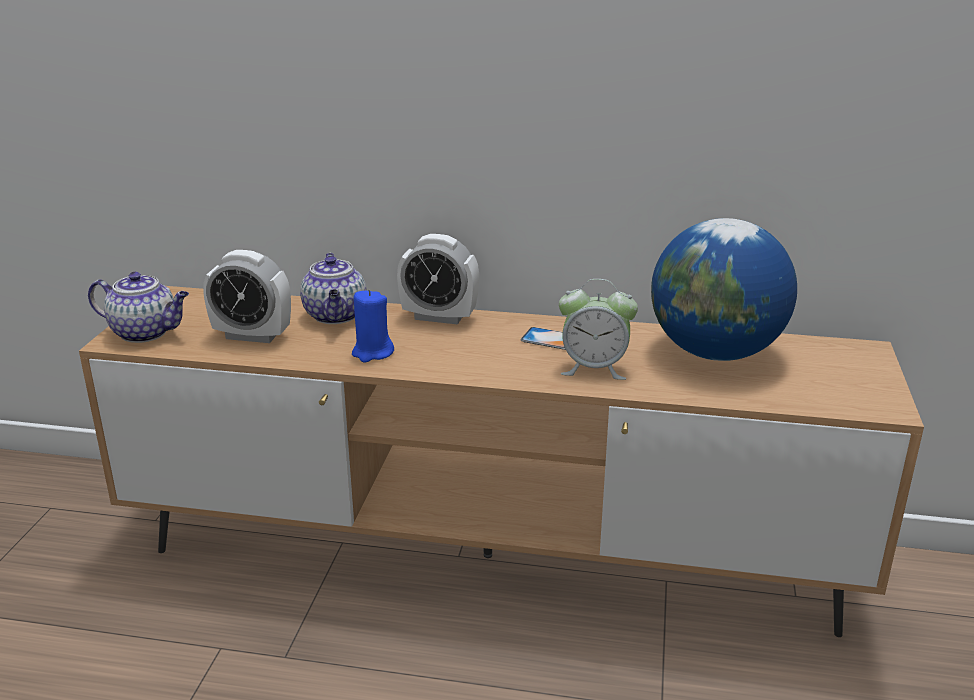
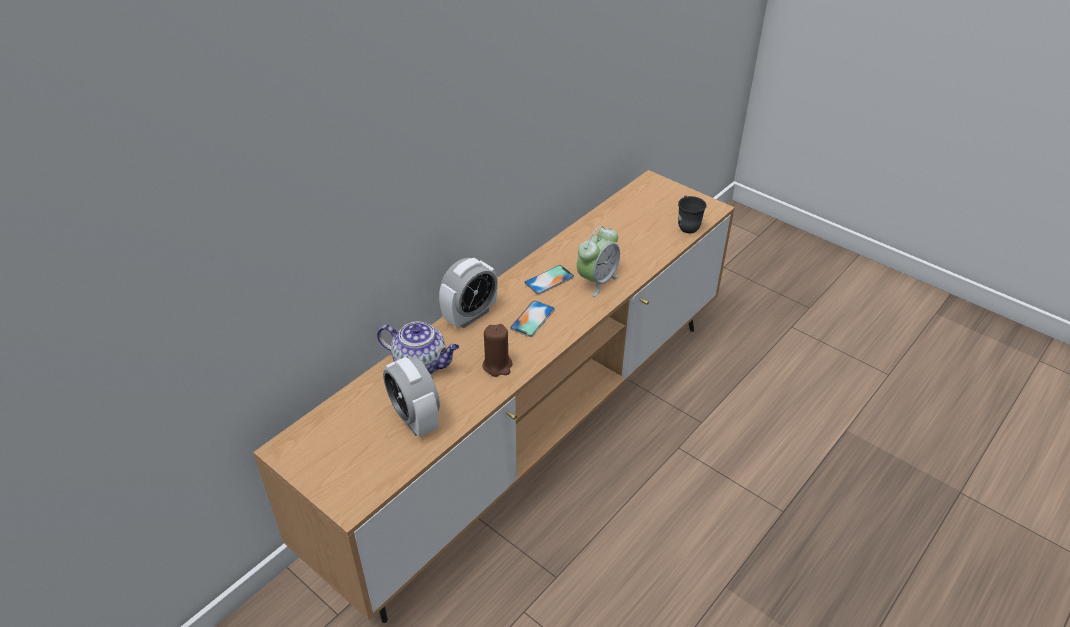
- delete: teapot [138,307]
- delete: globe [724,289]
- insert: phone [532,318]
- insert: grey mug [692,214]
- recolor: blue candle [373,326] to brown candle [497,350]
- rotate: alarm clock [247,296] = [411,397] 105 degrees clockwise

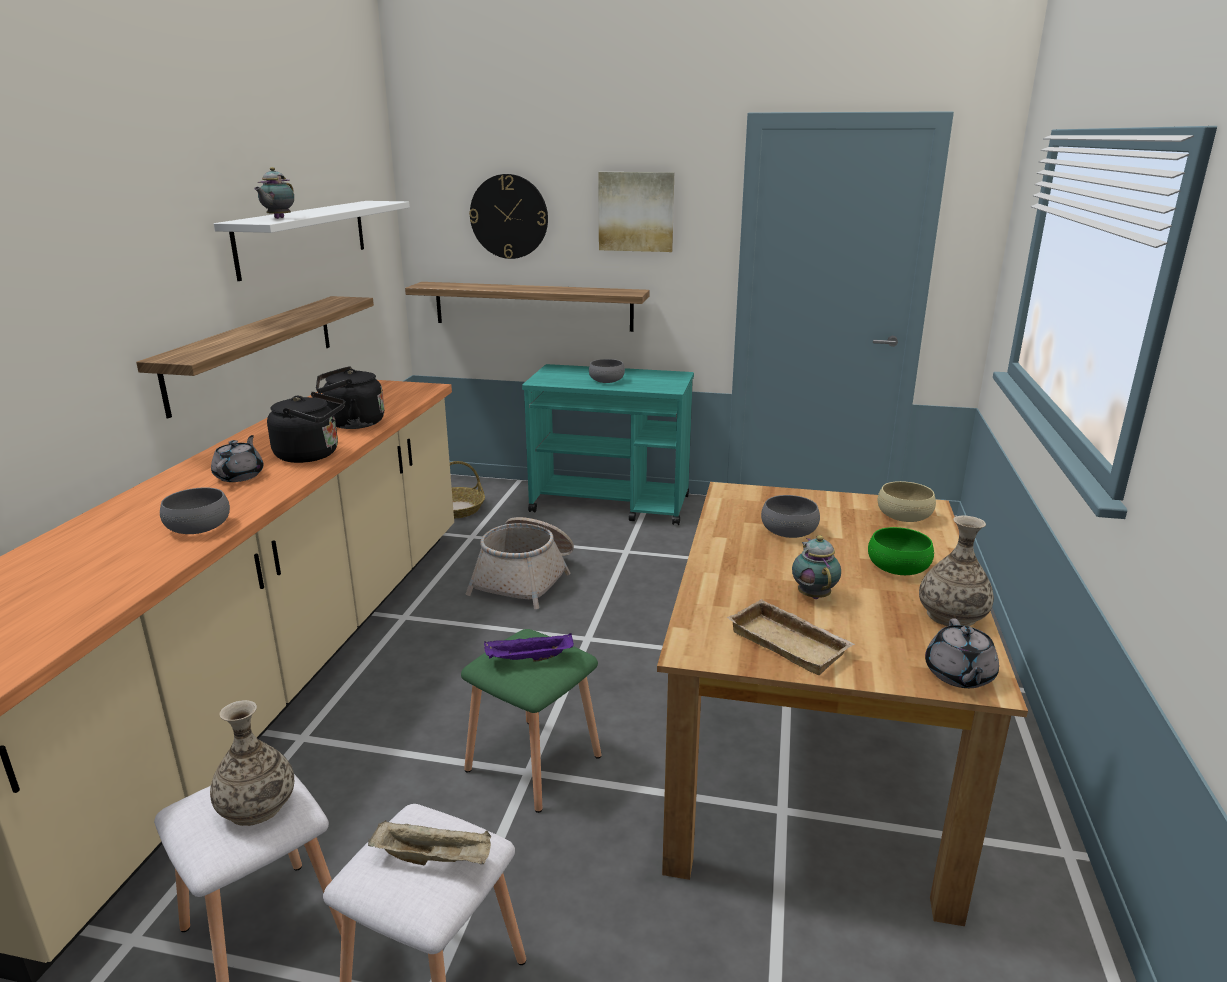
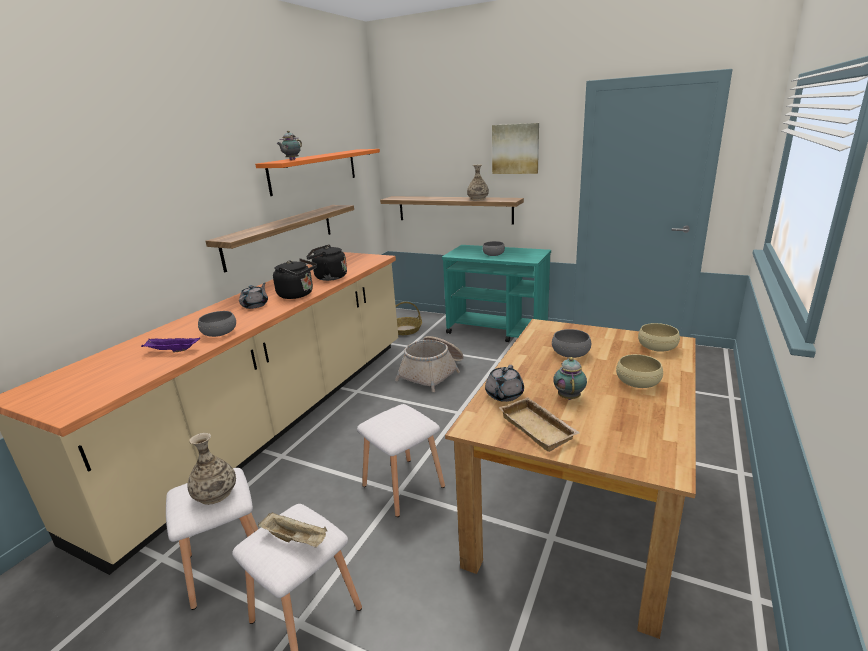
- delete: wall clock [508,216]
- move: purple tray [529,647] to [170,344]
- move: vase [956,570] to [478,182]
- move: grey teapot [962,653] to [504,383]
- recolor: white shelf [312,241] to orange shelf [317,172]
- recolor: green stool [531,721] to white stool [401,460]
- recolor: green bowl [901,551] to beige bowl [639,371]

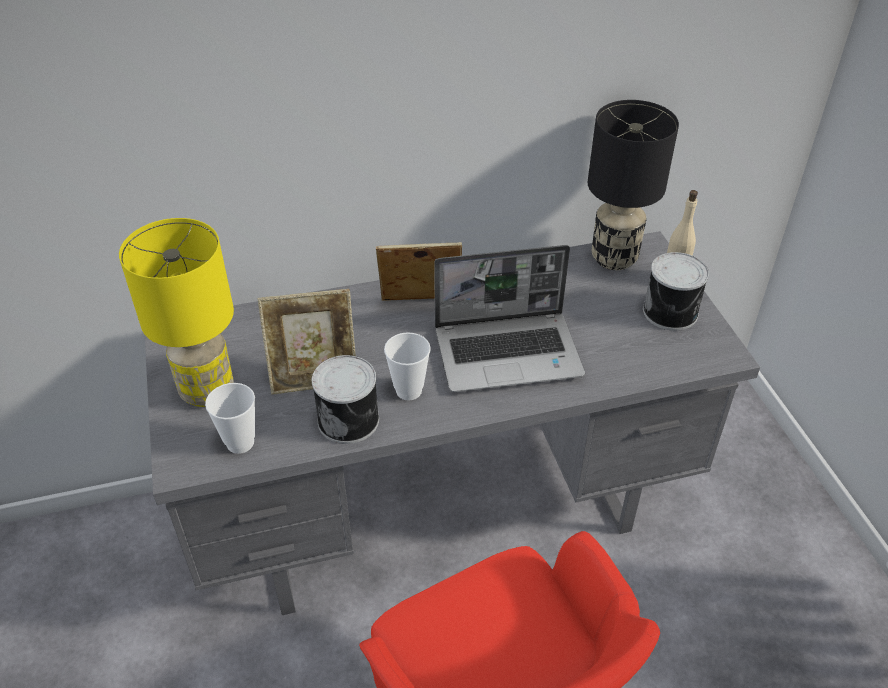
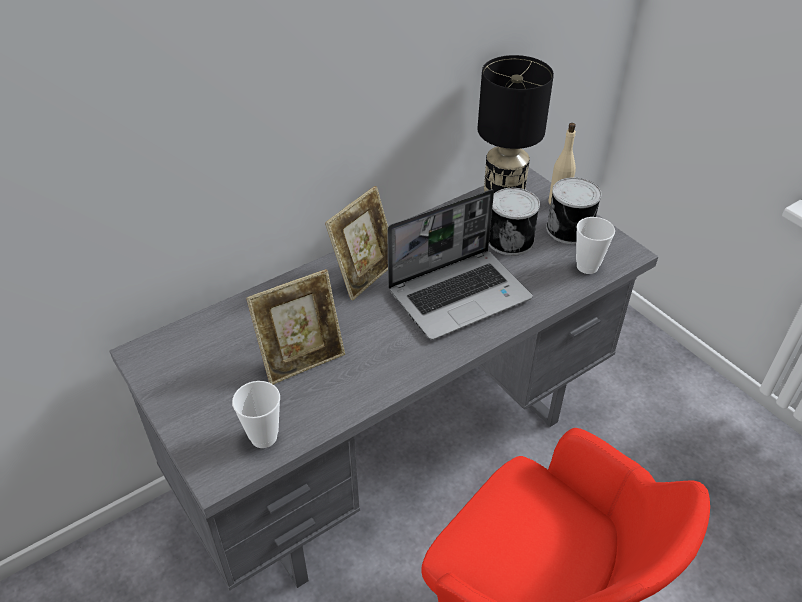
- delete: yellow table lamp [176,312]
- move: can [345,399] to [514,222]
- move: cup [407,366] to [595,245]
- rotate: picture frame [419,271] = [356,243] 150 degrees clockwise

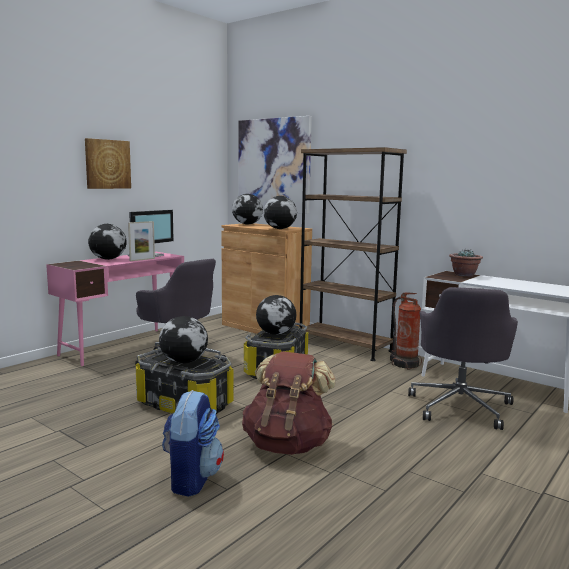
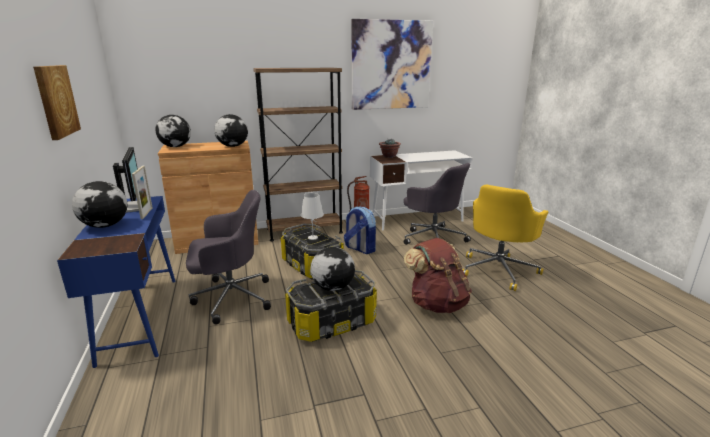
- insert: yellow office chair [505,238]
- move: backpack [193,443] to [360,230]
- move: picture [275,165] to [392,64]
- replace: globe [276,315] to white table lamp [312,216]
- recolor: pink desk [115,309] to blue desk [116,282]

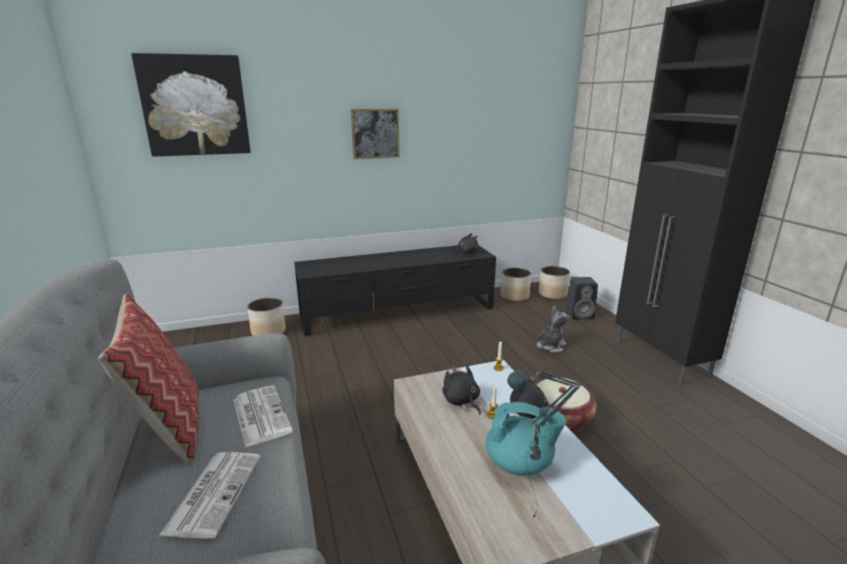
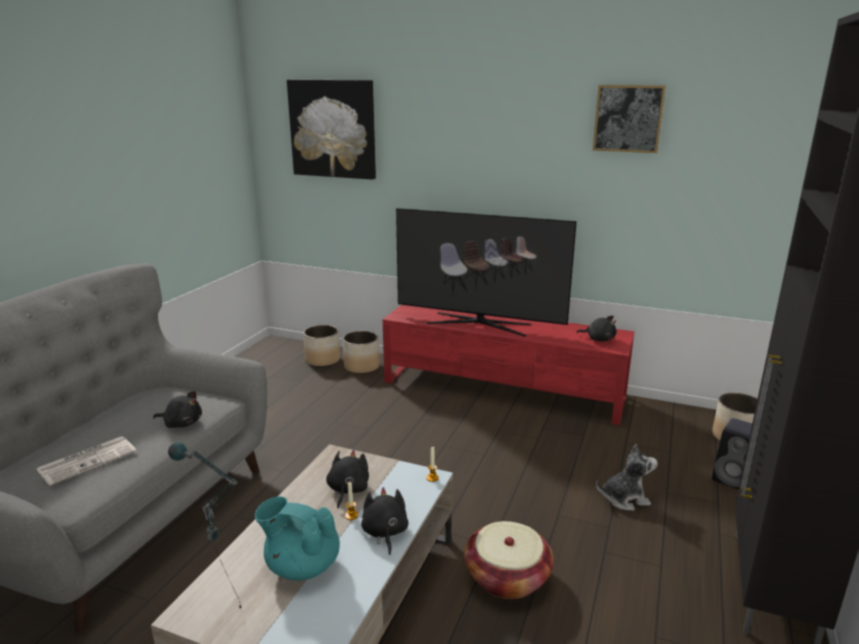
- delete: pillow [148,380]
- insert: television [486,272]
- move: picture [375,134] to [629,119]
- move: planter [515,285] to [321,346]
- replace: newspaper [263,417] to black plush toy [177,409]
- recolor: black tv stand [395,290] to red tv stand [508,365]
- rotate: turquoise teapot [526,438] = [297,538] 150 degrees clockwise

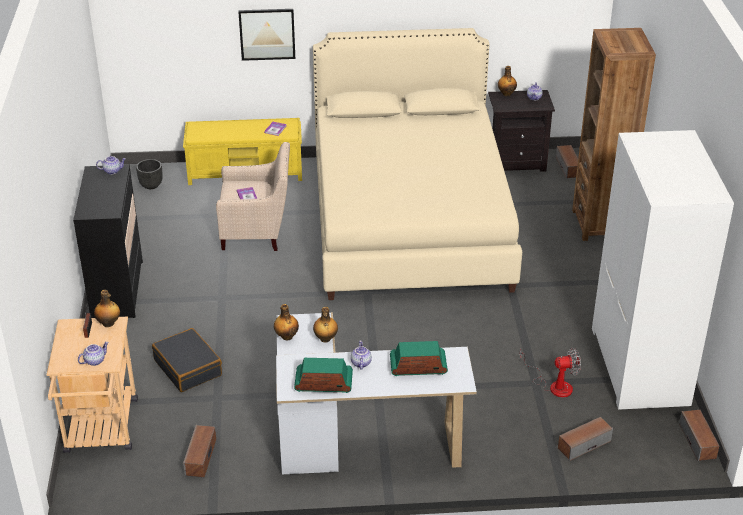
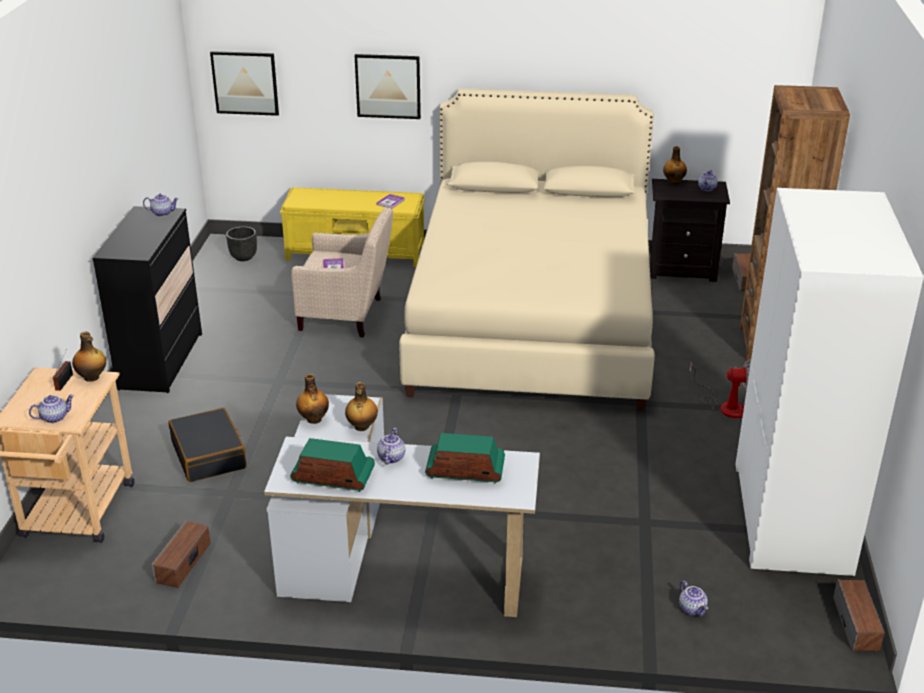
- insert: picture [244,83]
- move: fan [550,372] to [720,388]
- replace: speaker [585,439] to teapot [693,598]

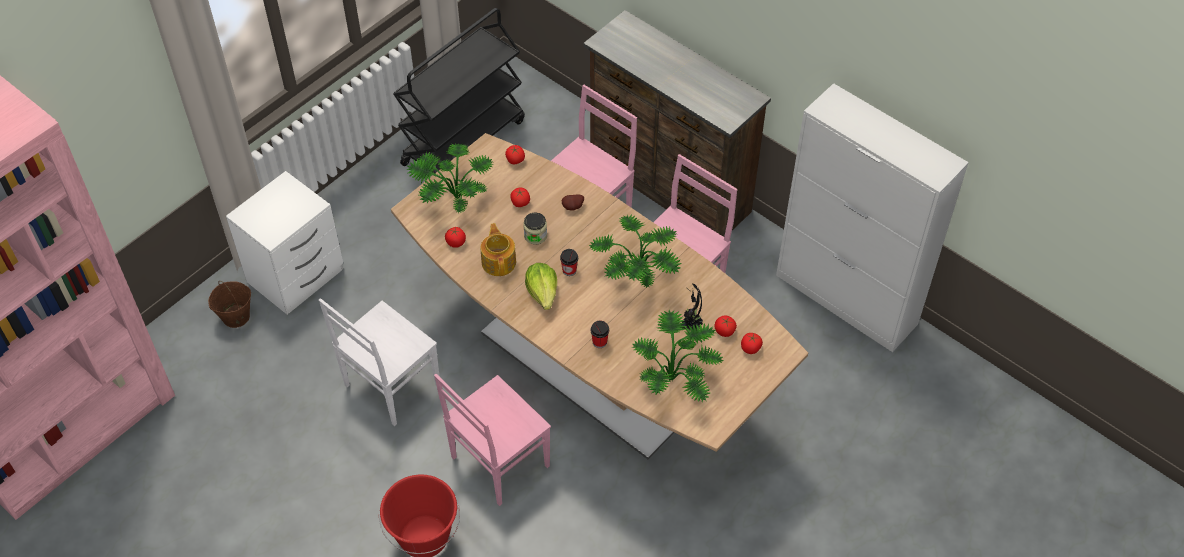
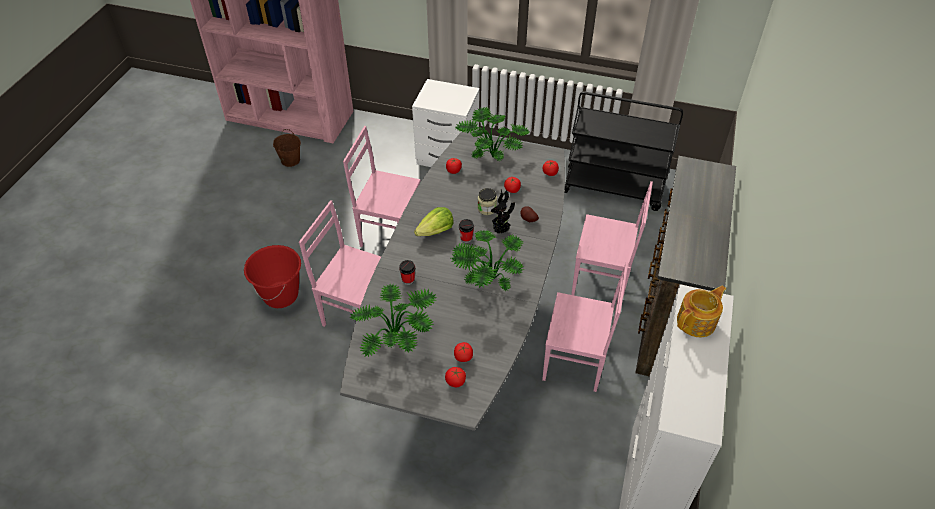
- move: brown bucket [229,304] to [287,148]
- move: teapot [498,249] to [701,311]
- move: potted plant [692,307] to [503,211]
- recolor: white chair [379,362] to pink chair [382,186]
- recolor: brown dining table [599,296] to grey dining table [452,281]

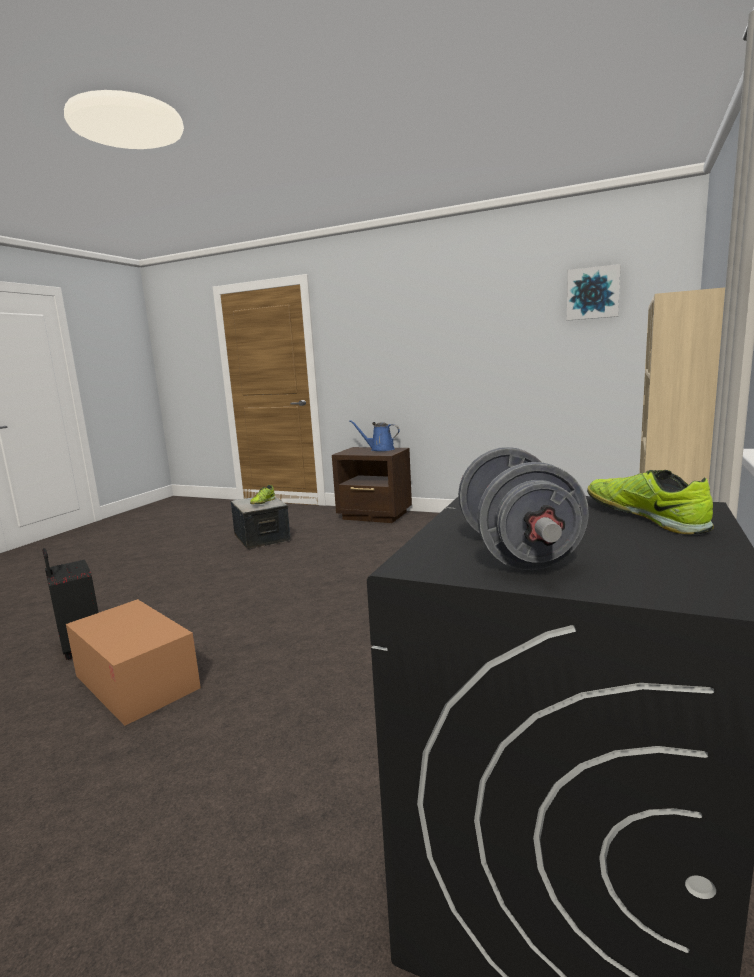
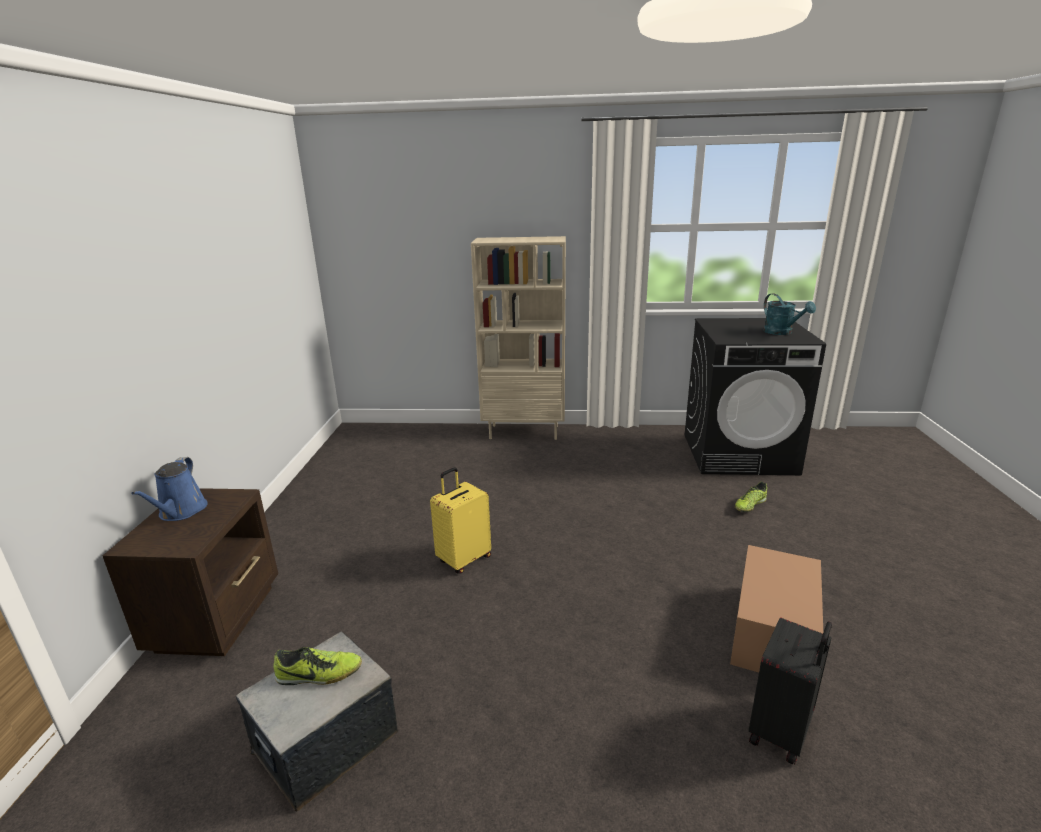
- delete: picture [593,292]
- insert: yellow suitcase [460,520]
- move: shoe [650,502] to [751,497]
- replace: grey dumbbell [523,508] to turquoise watering can [790,314]

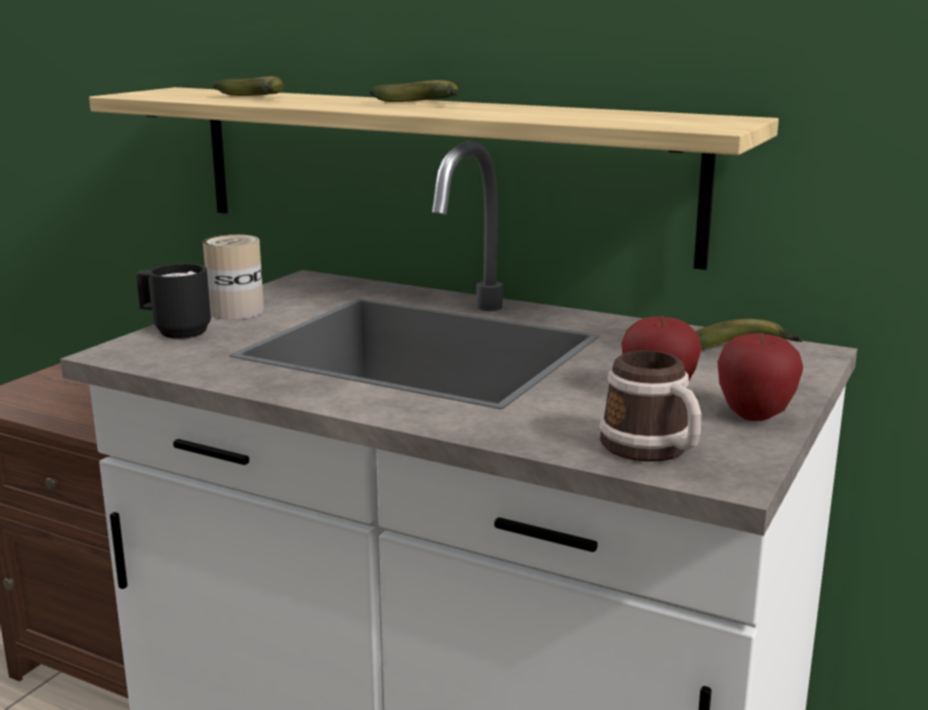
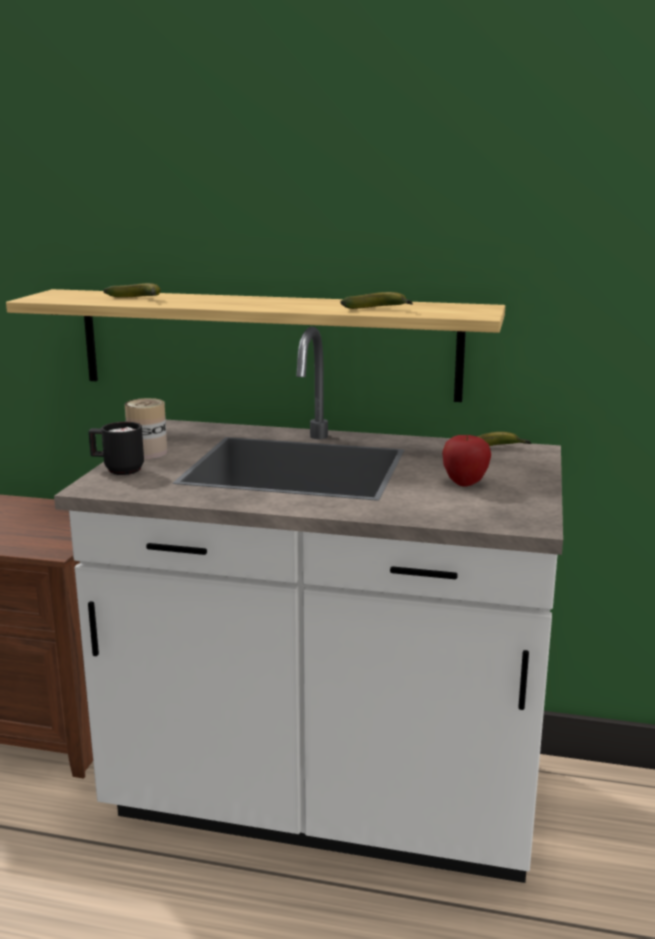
- delete: mug [650,406]
- delete: apple [760,377]
- move: banana [413,91] to [376,300]

